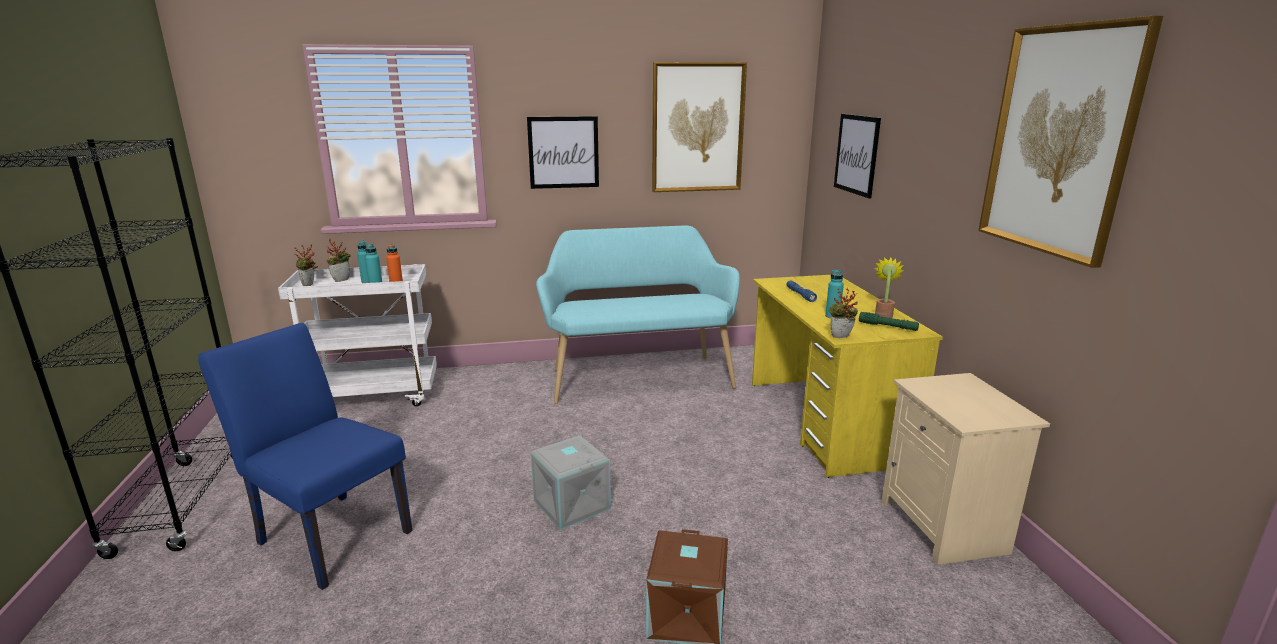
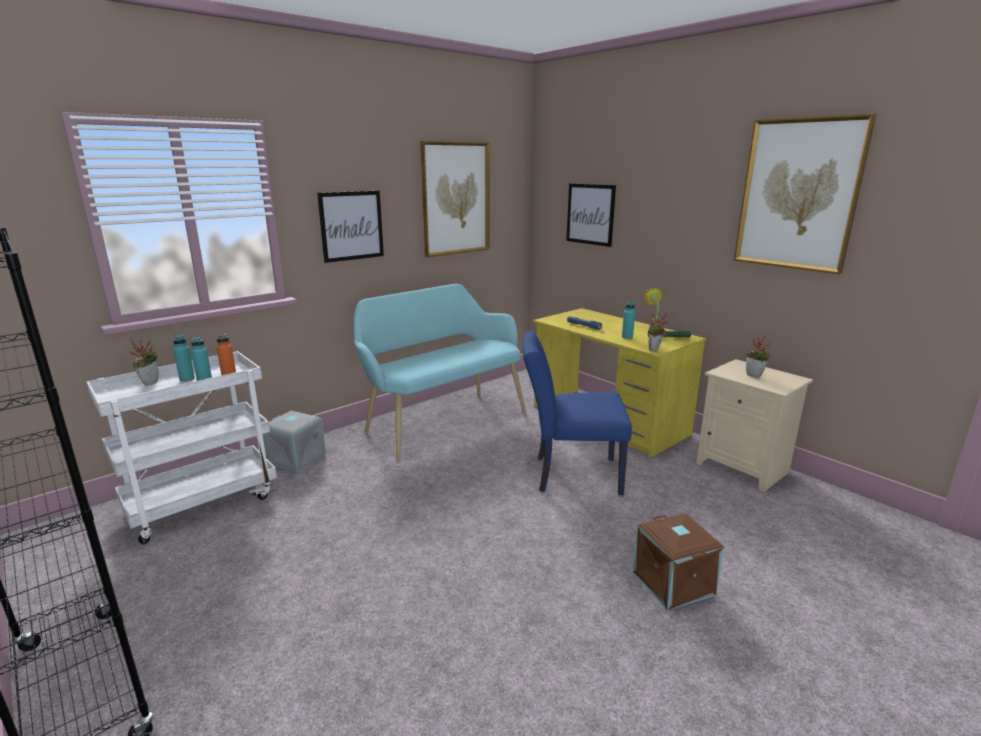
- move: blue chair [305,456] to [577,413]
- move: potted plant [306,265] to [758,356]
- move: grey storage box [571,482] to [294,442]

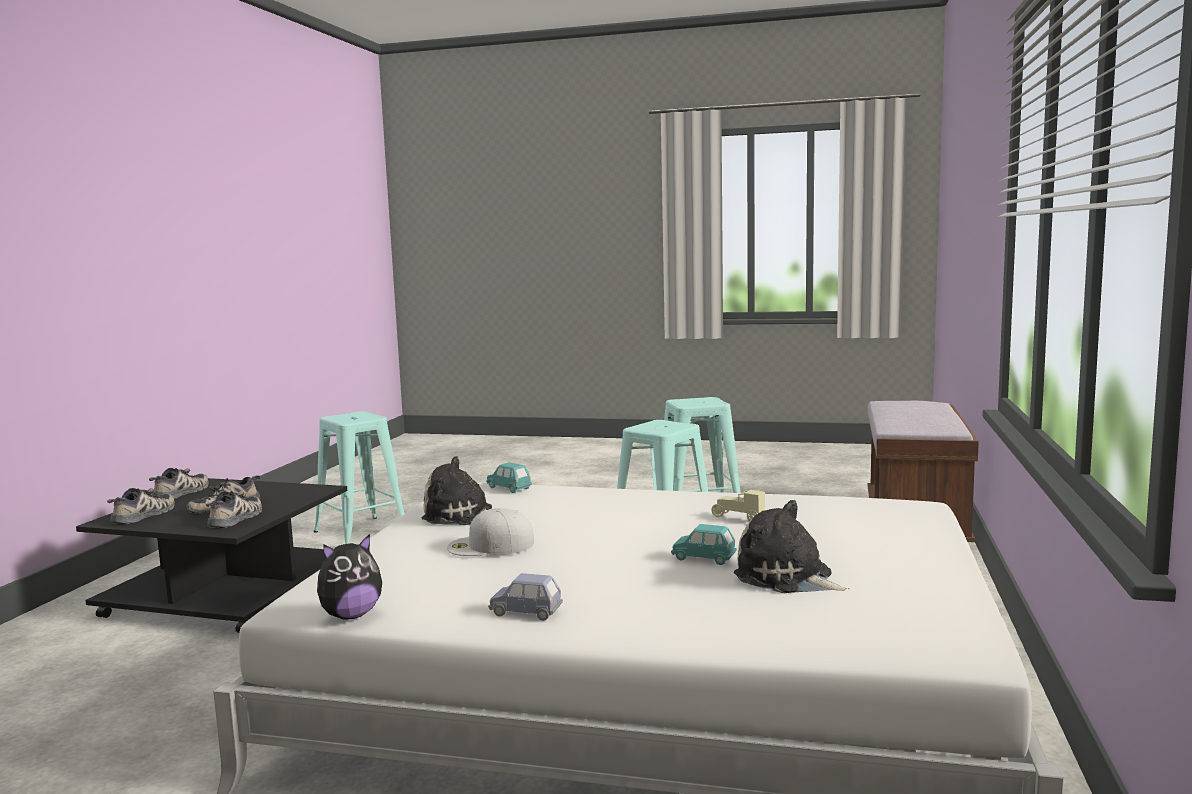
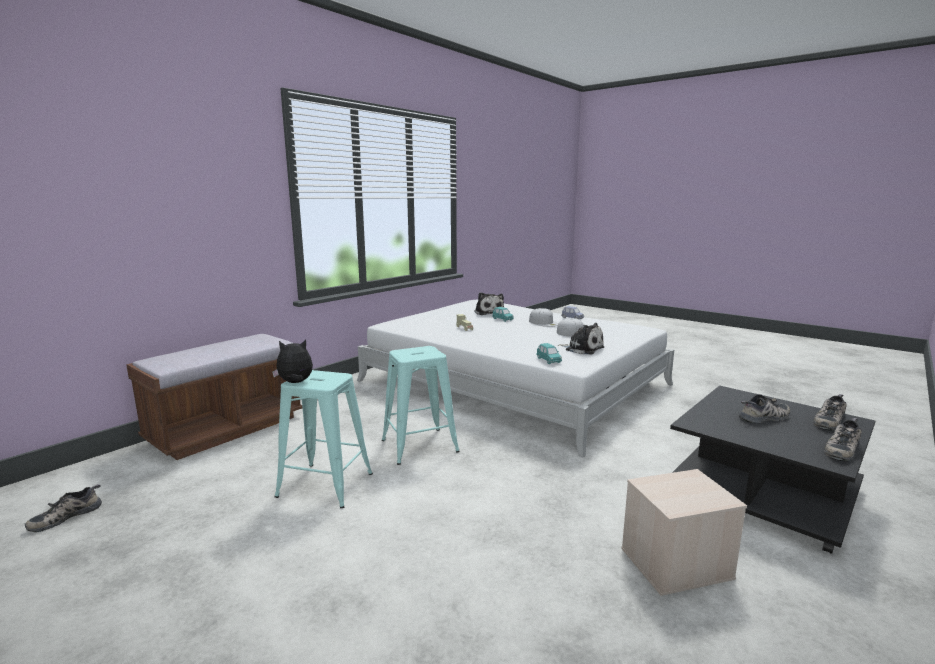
- insert: white cap [544,317]
- move: shoe [234,510] to [63,508]
- move: plush toy [349,577] to [292,361]
- replace: turquoise stool [359,477] to beige storage box [684,532]

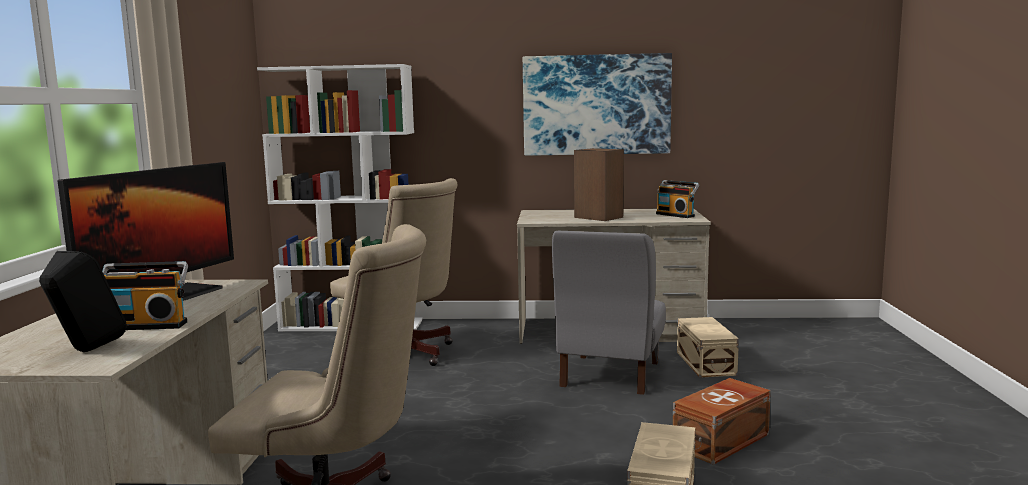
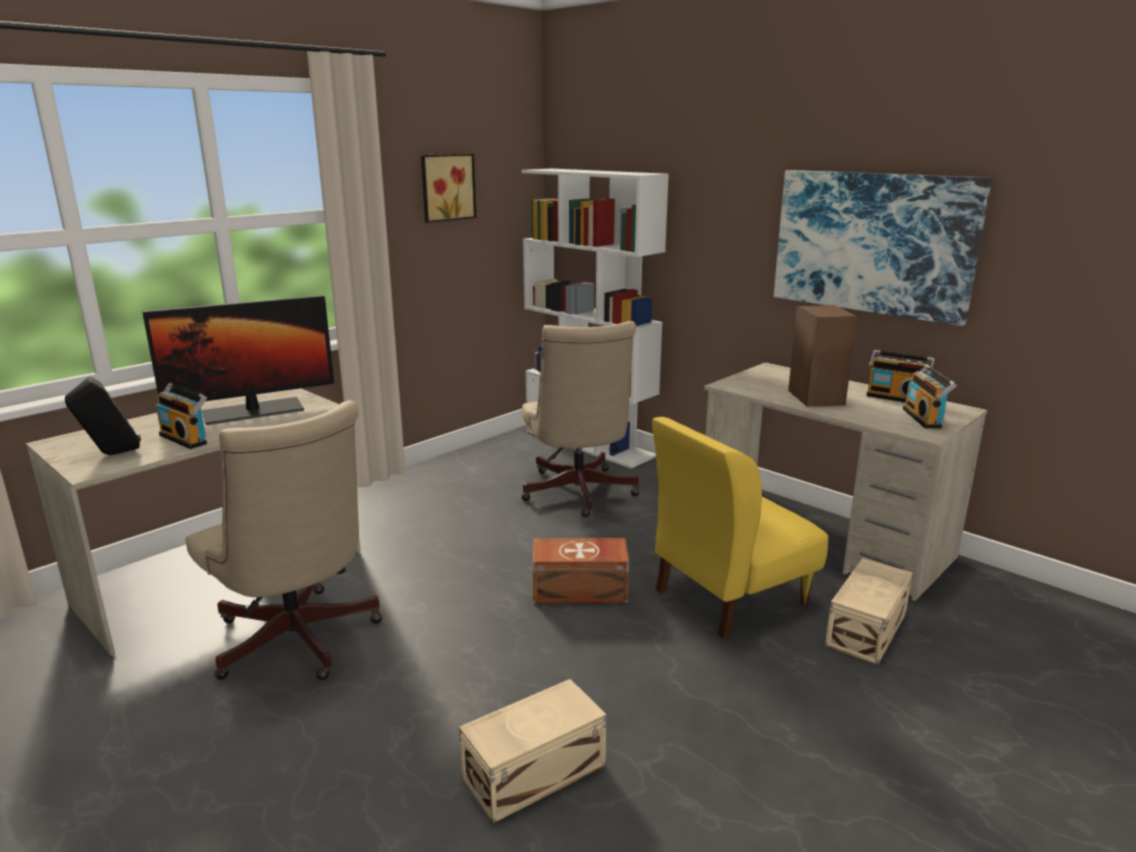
- insert: picture [448,188]
- insert: radio [900,376]
- move: brown storage box [722,421] to [580,570]
- recolor: grey chair [609,312] to yellow chair [740,528]

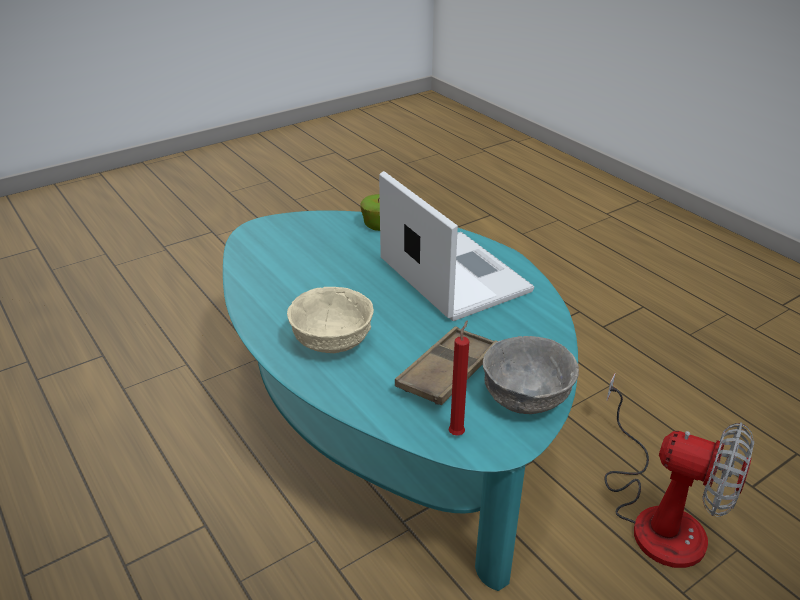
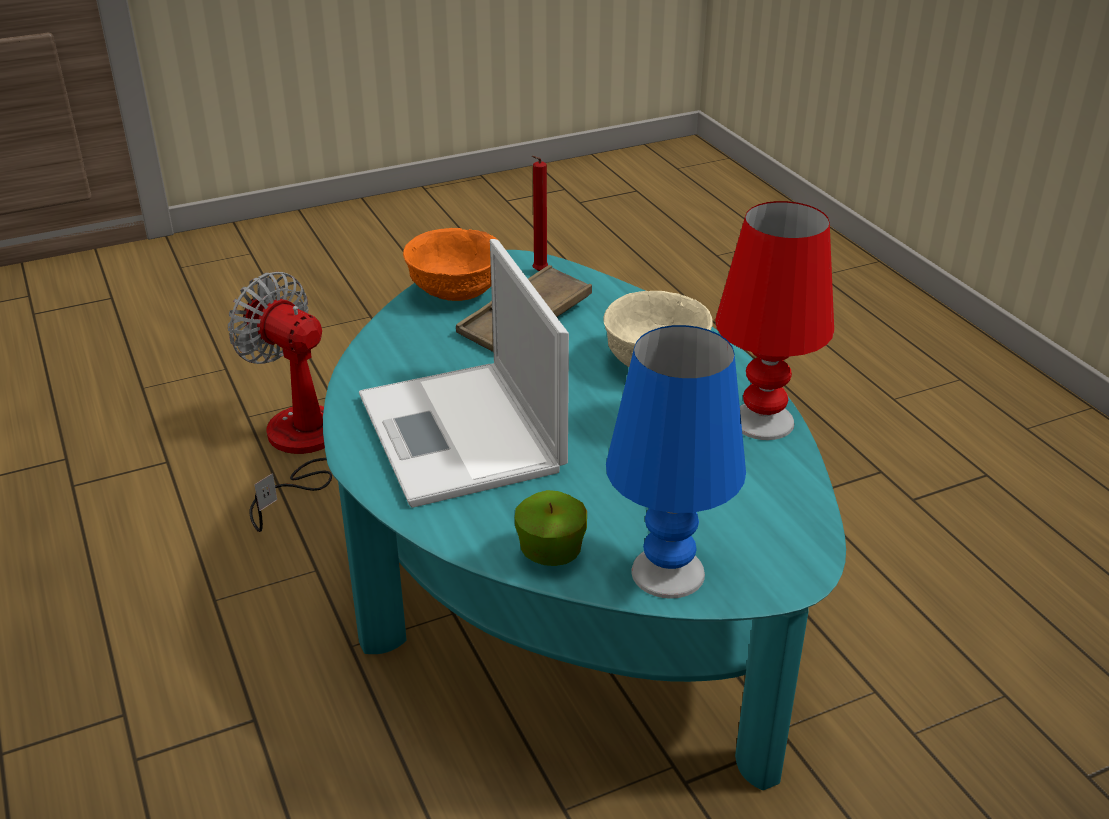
- insert: blue table lamp [676,462]
- insert: red table lamp [774,320]
- recolor: grey bowl [531,375] to orange bowl [450,264]

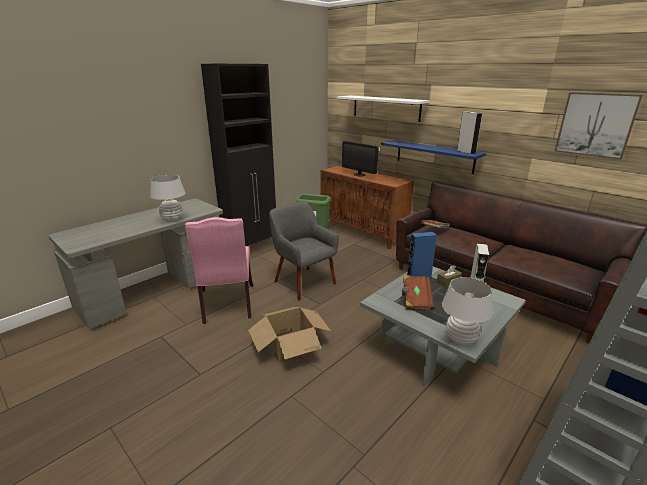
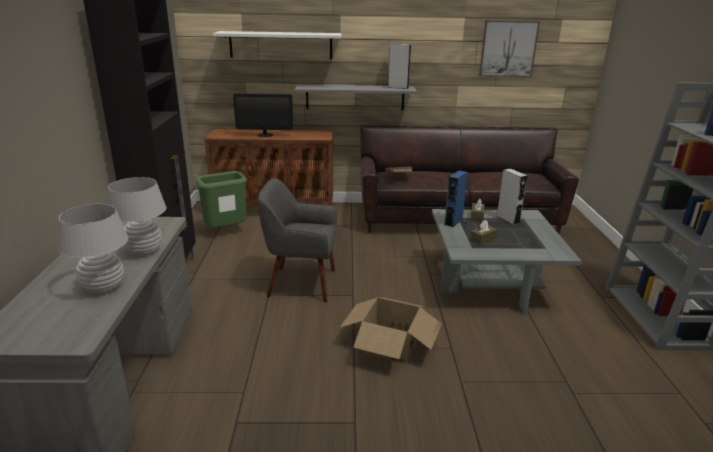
- delete: pink chair [219,270]
- move: white table lamp [467,311] to [93,248]
- replace: brown book [418,292] to brown tissue box [483,232]
- recolor: blue shelf [433,157] to grey shelf [355,97]

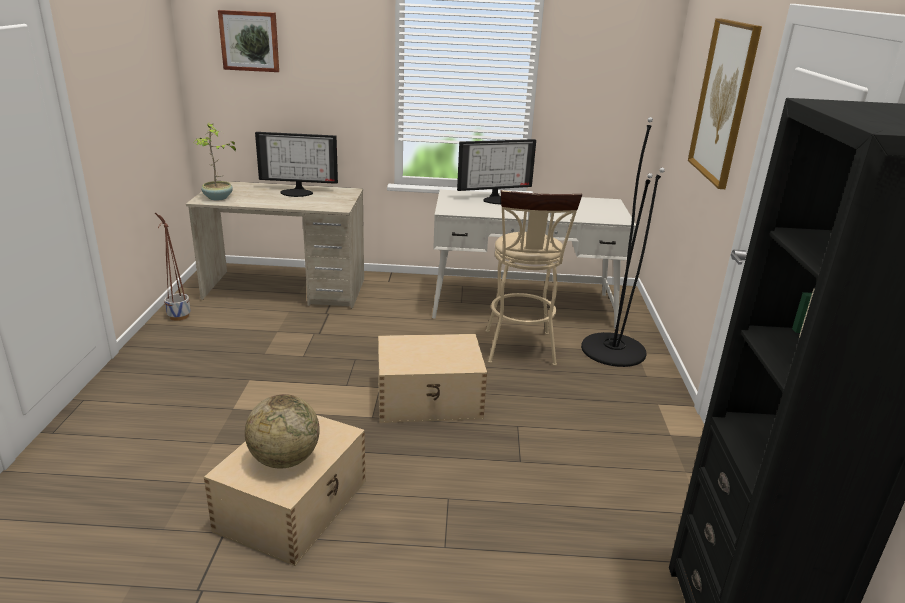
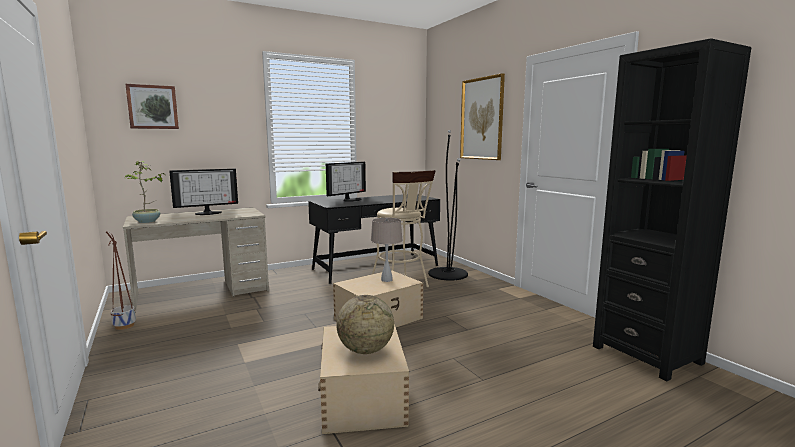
- insert: beige table lamp [387,250]
- recolor: white desk [534,259] to black desk [374,239]

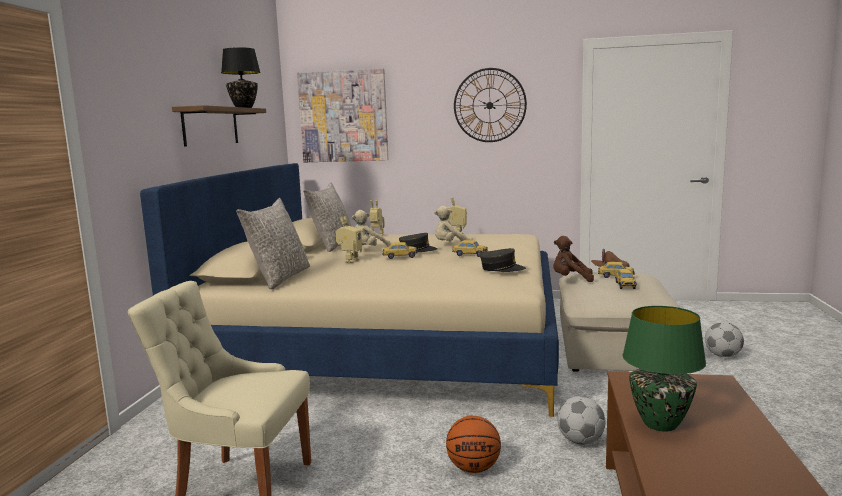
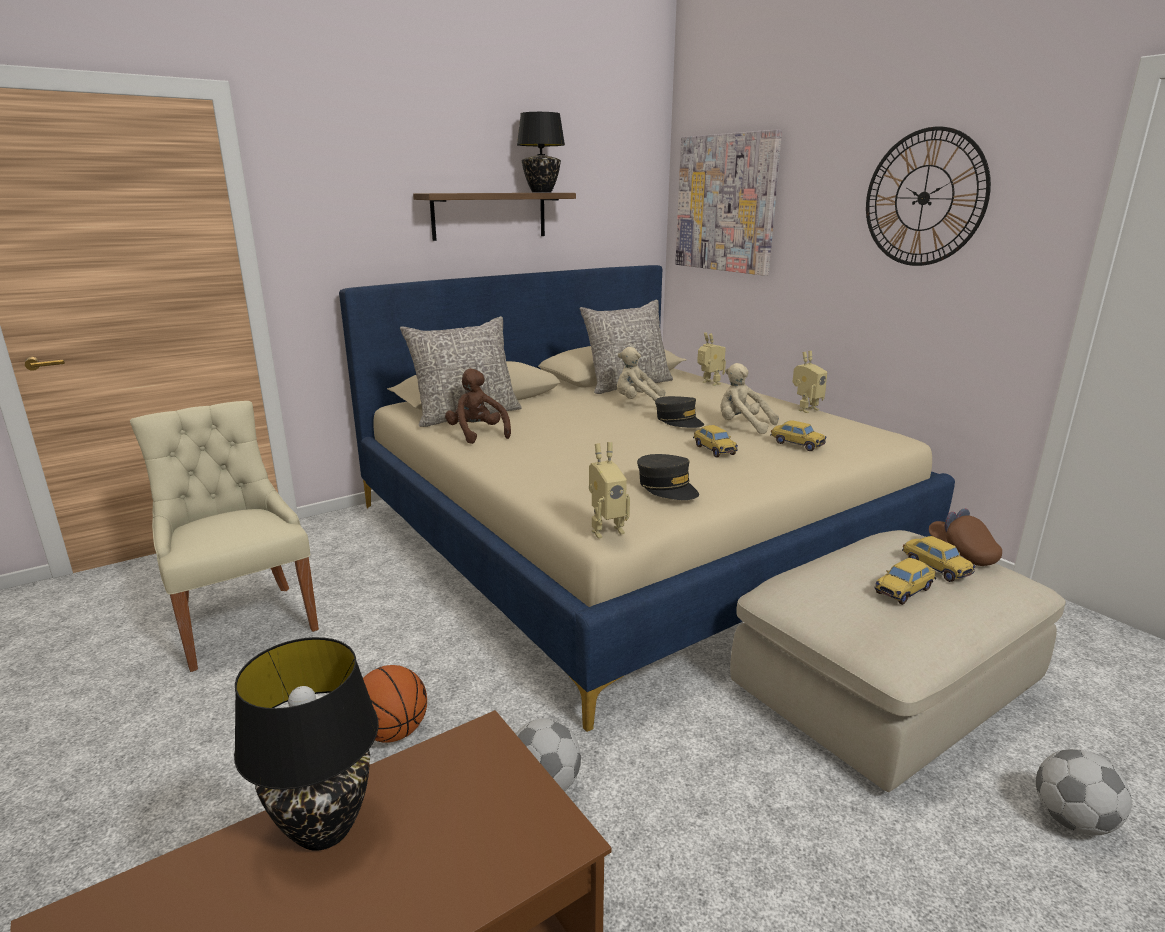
- move: toy robot [349,239] to [609,490]
- move: toy car [400,250] to [798,435]
- move: brown plush toy [573,259] to [478,406]
- recolor: green table lamp [664,368] to black table lamp [306,744]

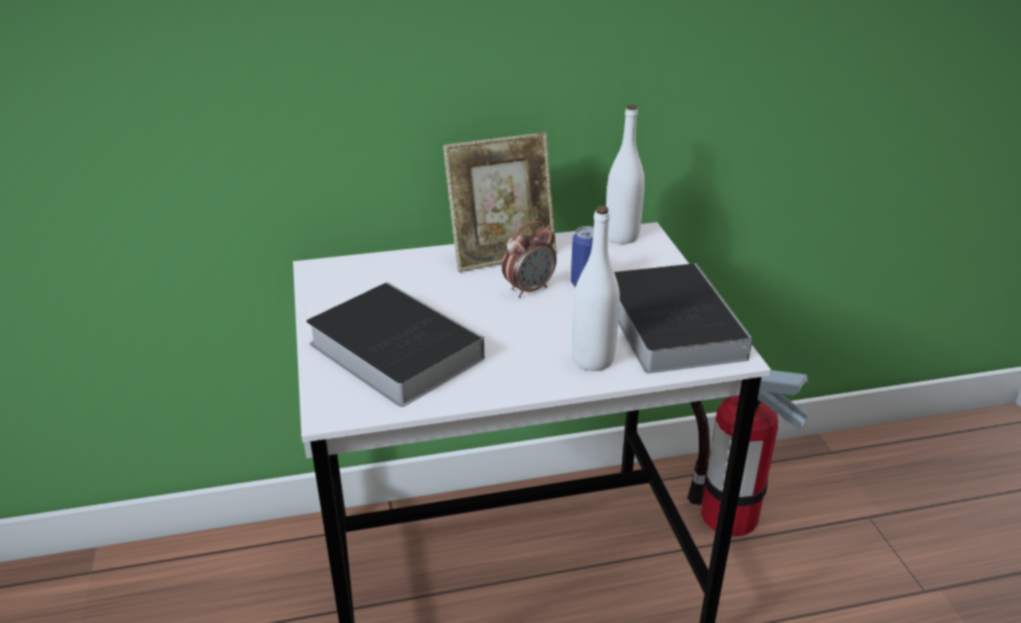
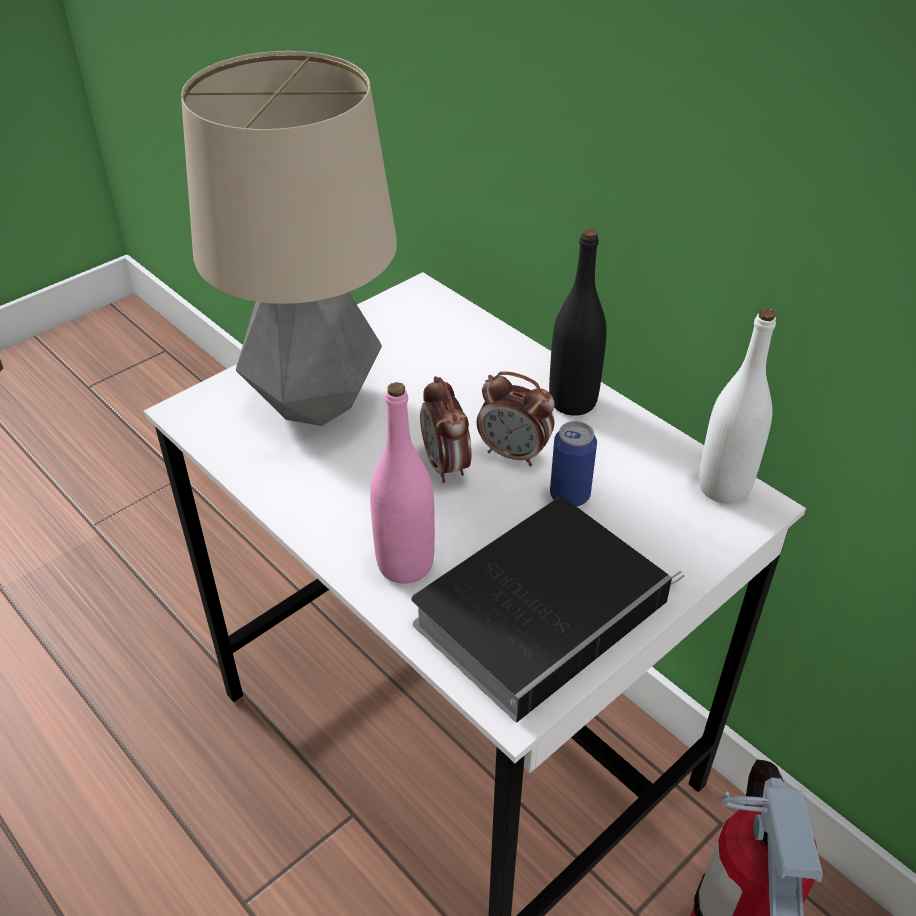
- insert: alarm clock [445,429]
- replace: book [395,344] to table lamp [289,238]
- replace: picture frame [500,202] to black bottle [578,322]
- recolor: white bottle [596,288] to pink bottle [402,483]

